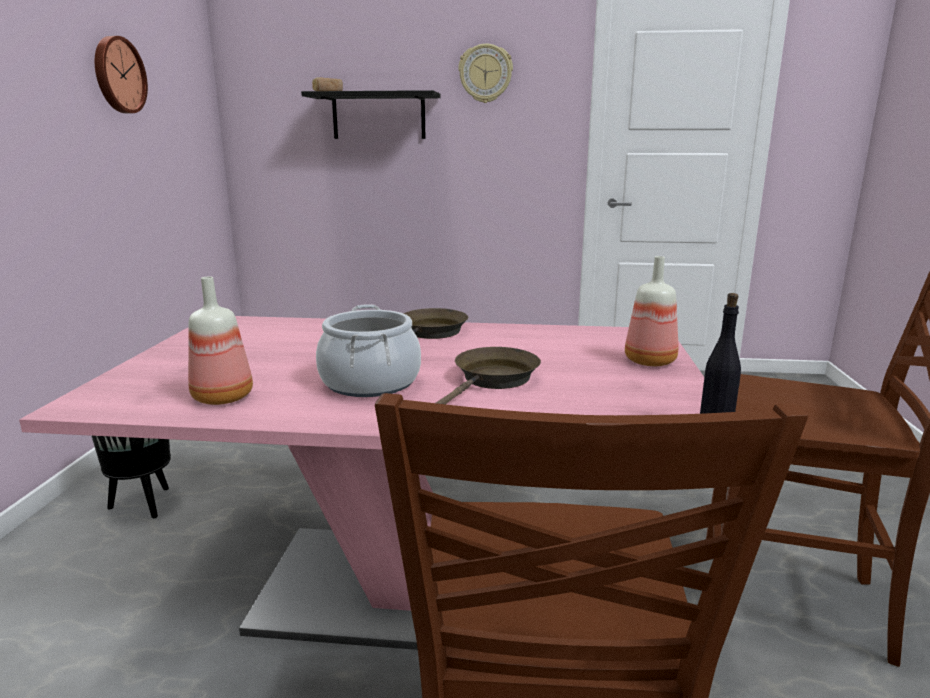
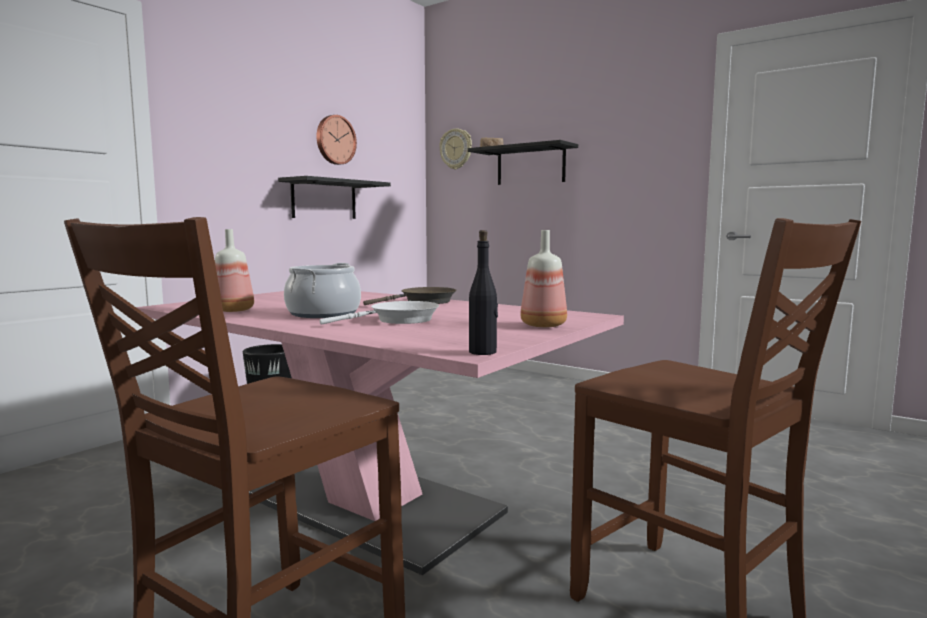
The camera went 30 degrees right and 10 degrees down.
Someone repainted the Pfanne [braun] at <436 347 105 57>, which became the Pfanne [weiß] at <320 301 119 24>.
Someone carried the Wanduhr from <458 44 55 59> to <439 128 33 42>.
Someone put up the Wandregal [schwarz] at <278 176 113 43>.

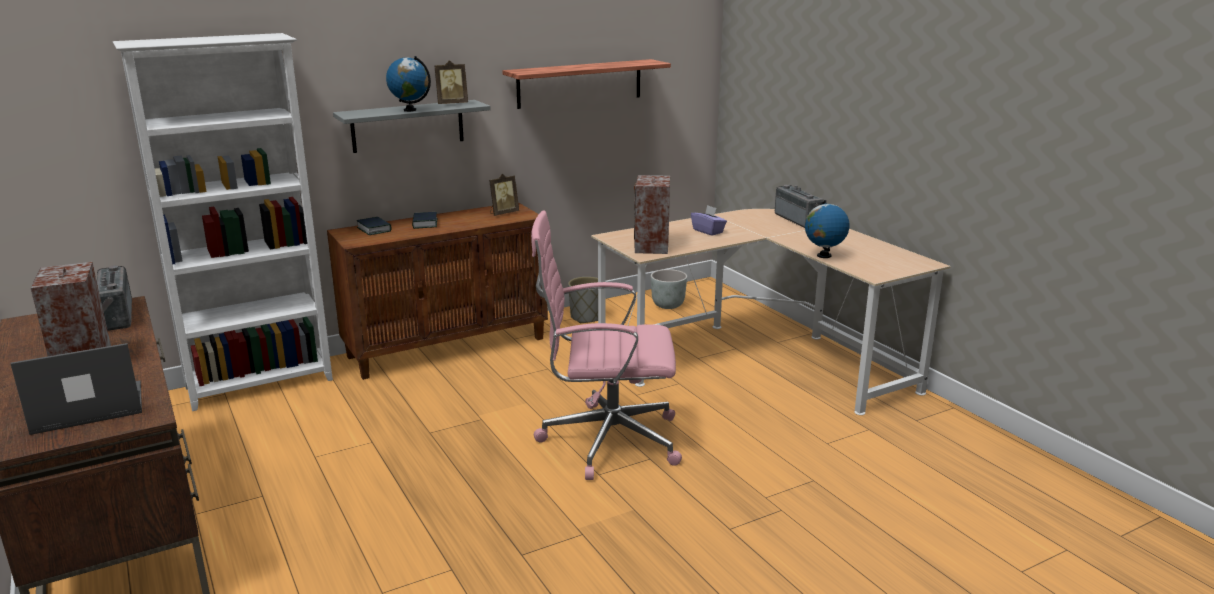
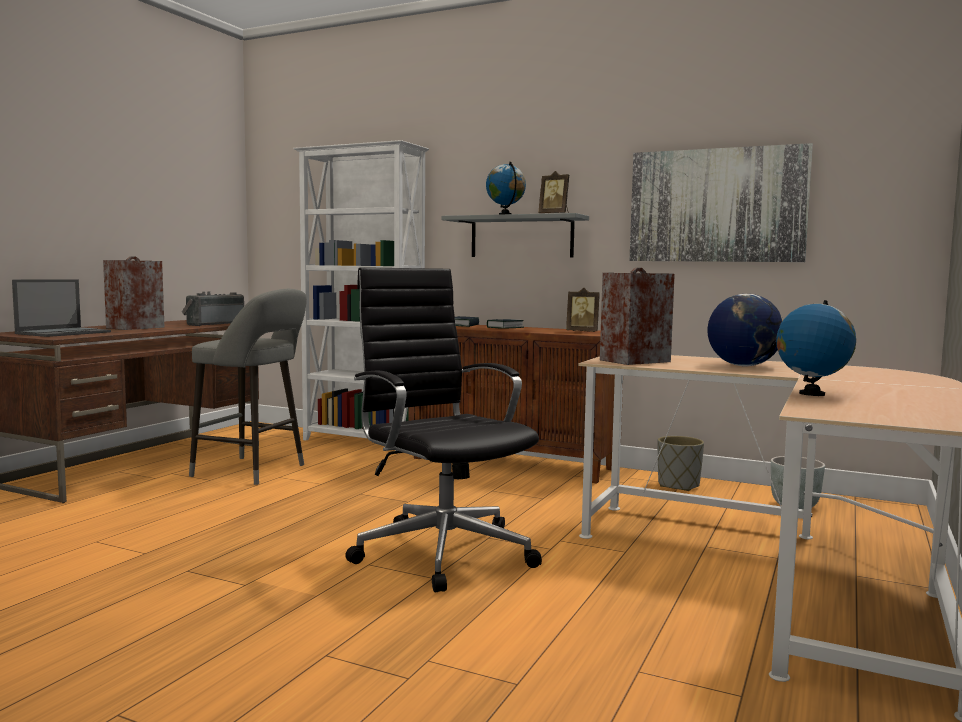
The camera went 55 degrees right and 15 degrees down.
Someone rotated the Laptop at <10 343 132 92> by 90 degrees clockwise.
Someone swapped the Wandregal at <502 59 169 50> for the Bild at <629 143 184 119>.
Someone repainted the Bürostuhl [rosa] at <531 210 151 270>, which became the Bürostuhl [schwarz] at <345 267 197 325>.
Someone swapped the Taschentuchbox [lila] at <691 205 36 31> for the Globus at <708 294 75 72>.
Someone took away the Radio at <775 185 49 43>.
Someone put down the Hocker [grau] at <189 289 118 196>.

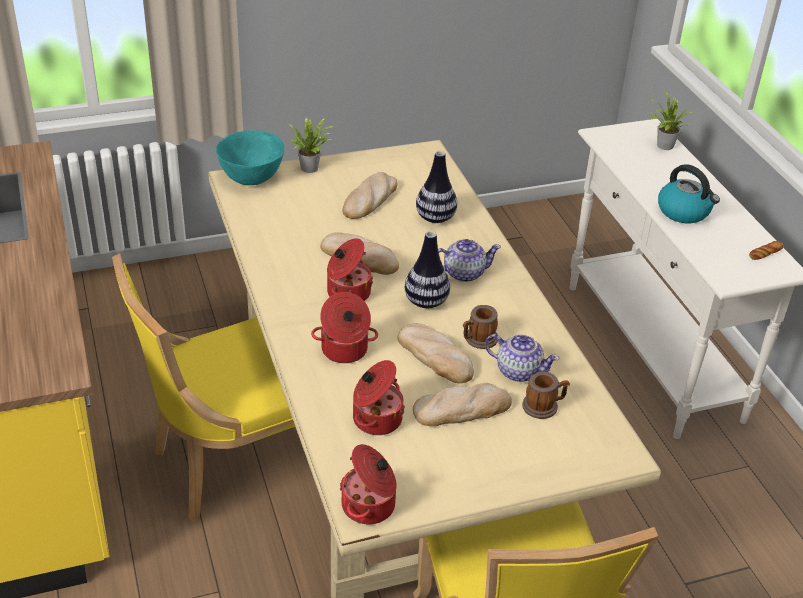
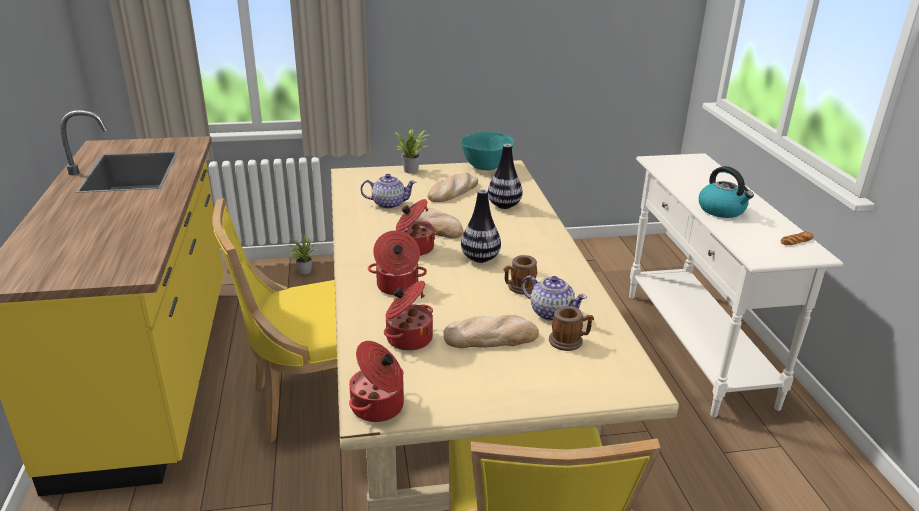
The camera went 10 degrees right and 10 degrees down.
Someone carried the Schüssel [türkis] from <216 130 68 55> to <461 132 53 38>.
Someone took away the Brot at <397 323 77 60>.
Someone carried the Teekanne from <438 239 63 43> to <360 174 56 35>.
Someone carried the Topfpflanze from <650 92 44 58> to <285 234 32 40>.

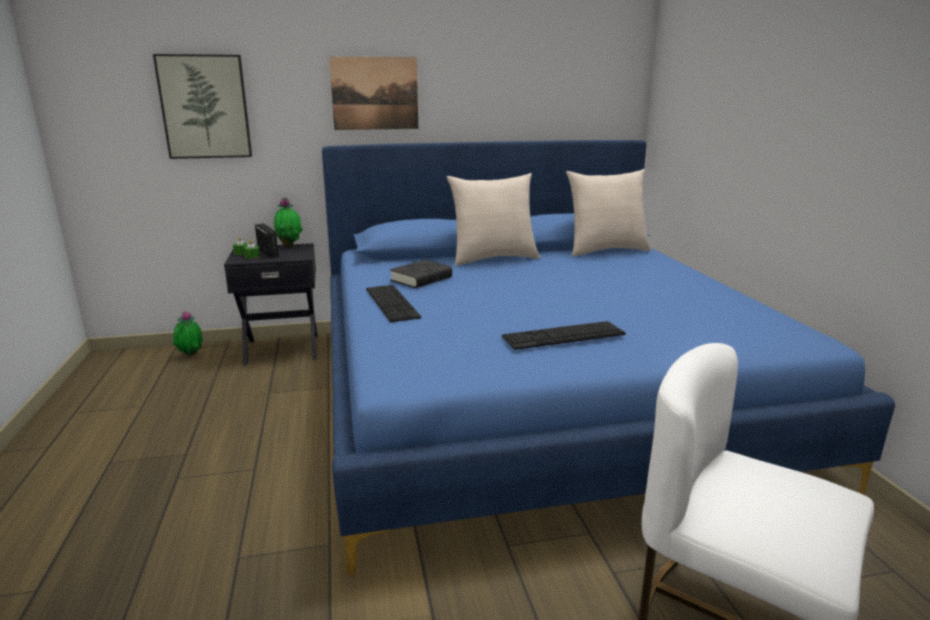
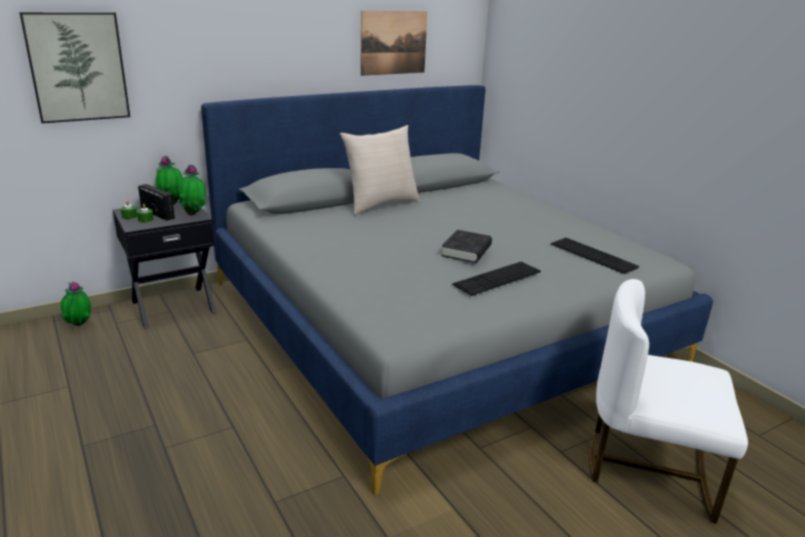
The camera went 20 degrees left and 5 degrees up.
Someone repainted the Bett [blau] at <322 140 573 435>, which became the Bett [grau] at <201 85 512 411>.
Someone carried the Bild from <329 57 89 73> to <360 11 68 65>.
Someone carried the Tastatur from <366 285 55 37> to <551 238 88 36>.
Someone carried the Buch [schwarz] from <390 260 62 28> to <441 230 51 33>.
Someone took away the Kissen [beige] at <566 169 86 87>.
Someone put down the Topfpflanze at <179 165 27 51>.

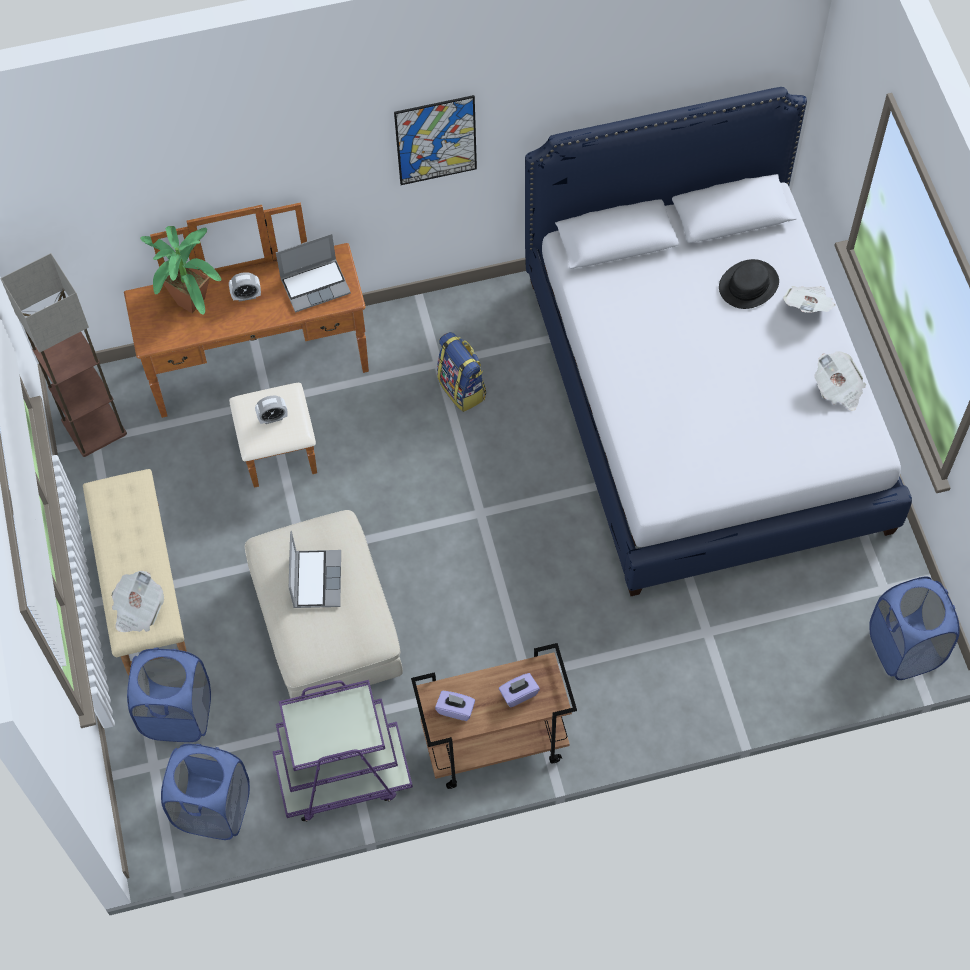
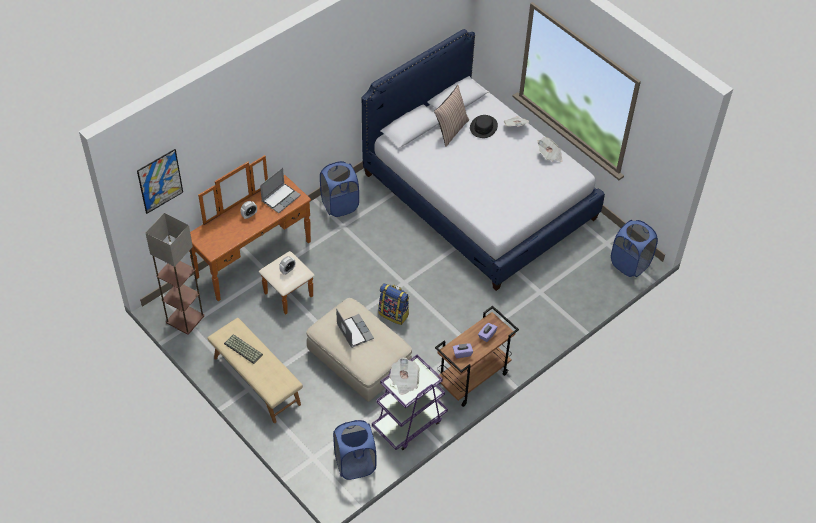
The camera went 30 degrees left and 10 degrees down.
Someone carried the Zeitung from <111 571 53 61> to <389 357 31 38>.
Someone carried the Wäschekorb [blau] from <127 647 84 95> to <320 161 39 56>.
Someone took away the Topfpflanze at <141 226 81 89>.
Someone carried the Bild from <394 95 83 90> to <137 149 46 65>.
Someone carried the Rucksack from <437 332 49 80> to <378 283 31 42>.
Someone put down the Tastatur at <224 334 39 30>.
Someone put down the Kissen at <434 85 35 62>.

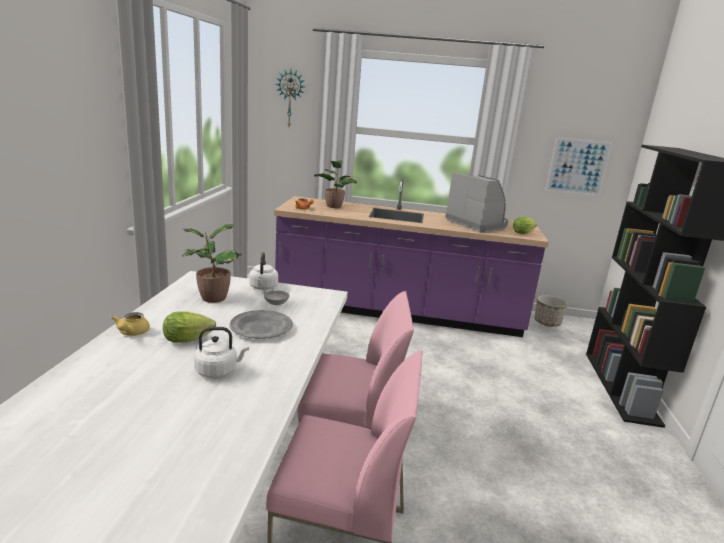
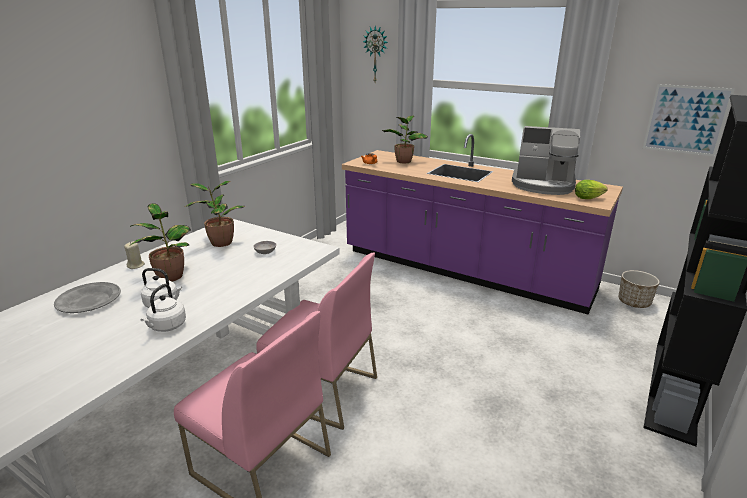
The camera went 25 degrees right and 5 degrees up.
Someone swapped the Teekanne [gelb] at <111 312 39 24> for the Kerze [beige] at <124 241 21 28>.
Someone swapped the Salatkopf at <163 311 53 32> for the Topfpflanze at <130 203 61 78>.
Someone carried the Teller [grau] from <229 310 64 29> to <54 282 67 31>.
Someone carried the Wasserkessel [weiß] from <249 252 29 38> to <141 284 45 48>.
Someone rotated the Kaffeemaschine at <445 172 63 61> by 120 degrees clockwise.

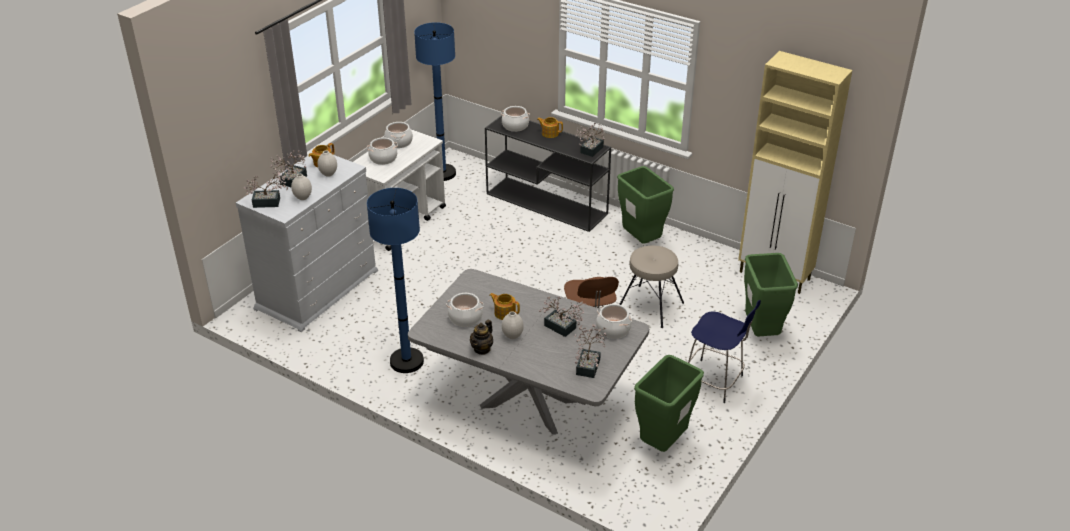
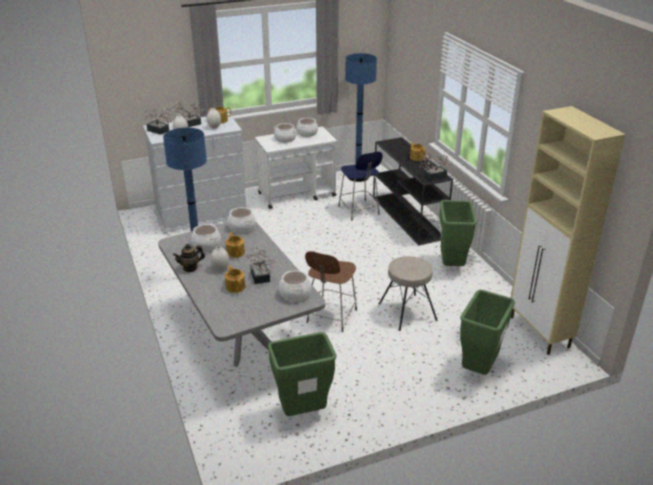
The camera went 35 degrees right and 5 degrees down.
Someone carried the Kochtopf from <501 106 29 26> to <228 207 28 26>.
Someone took away the Topfpflanze at <574 324 33 54>.
Someone carried the Hocker [blau] from <688 300 73 103> to <338 152 45 69>.
Someone put down the Teekanne at <225 265 20 28>.

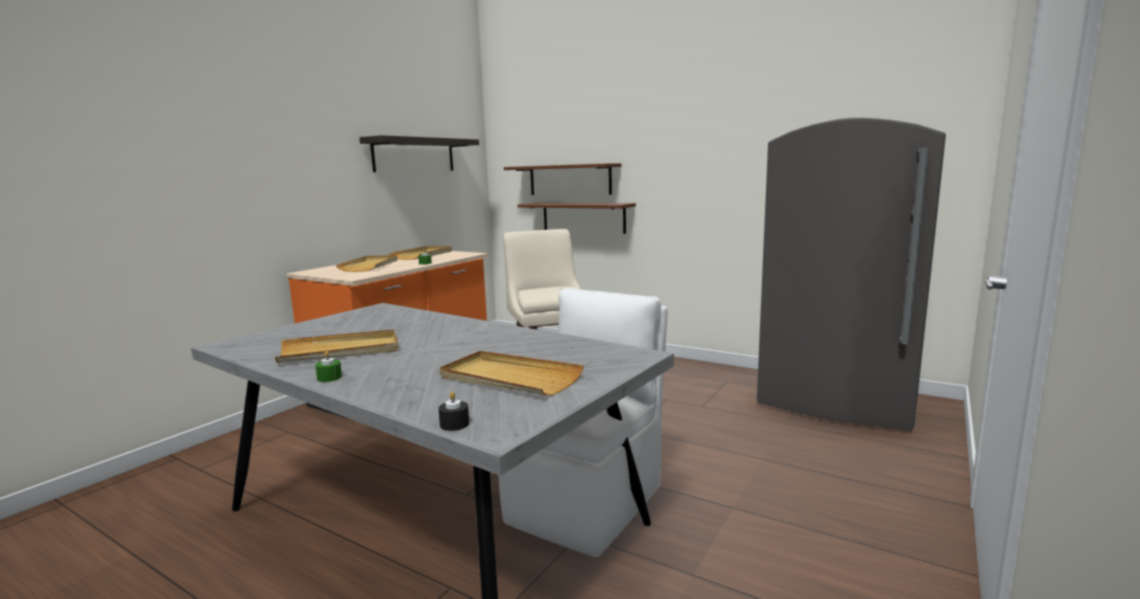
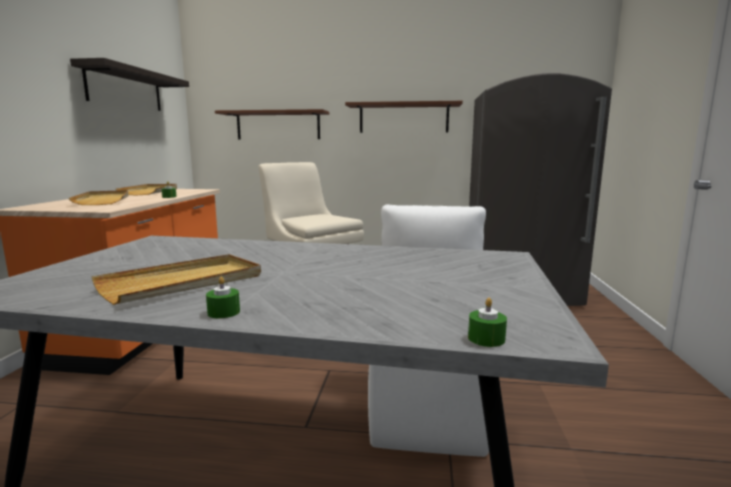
The camera went 25 degrees left and 0 degrees up.
Someone repainted the Kerze [schwarz] at <438 391 31 40>, which became the Kerze [grün] at <468 298 39 49>.
Someone took away the Tablett [beige] at <440 351 144 45>.
Someone carried the Wandregal [braun] from <517 203 119 31> to <345 101 118 32>.

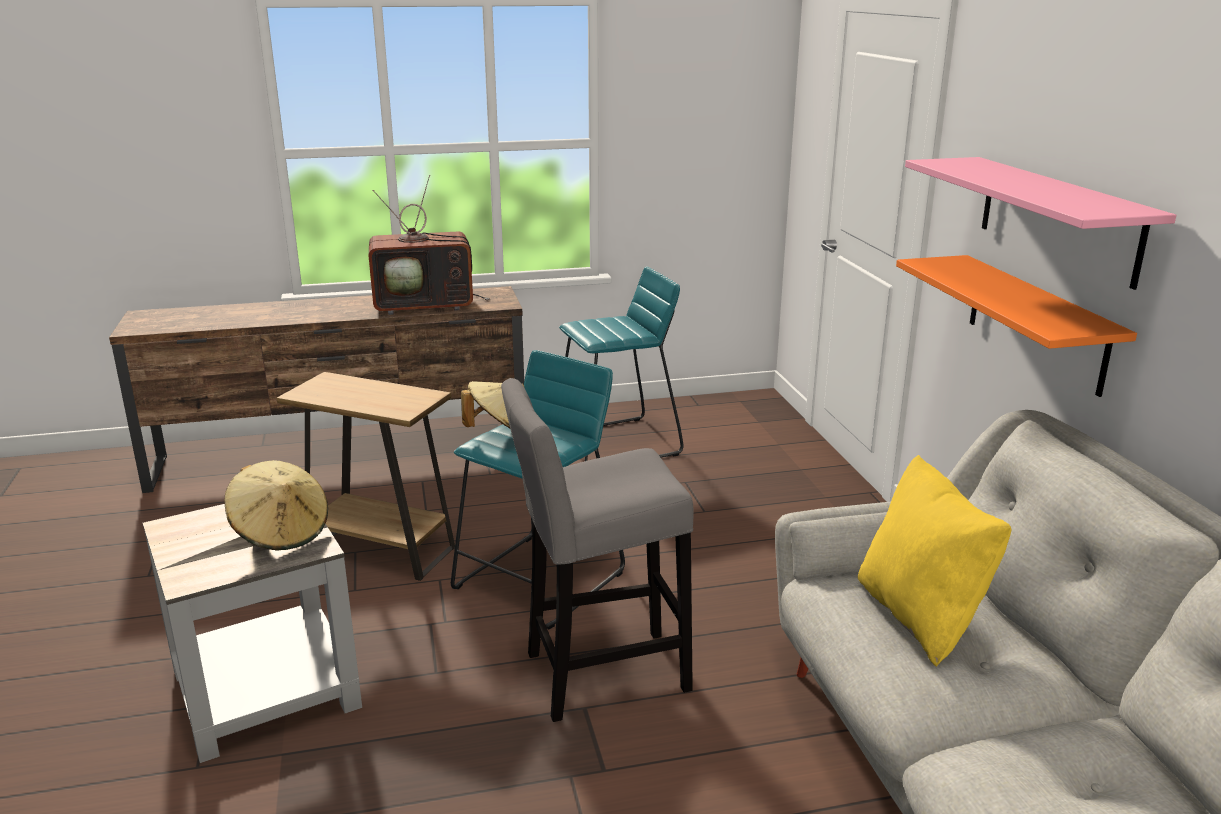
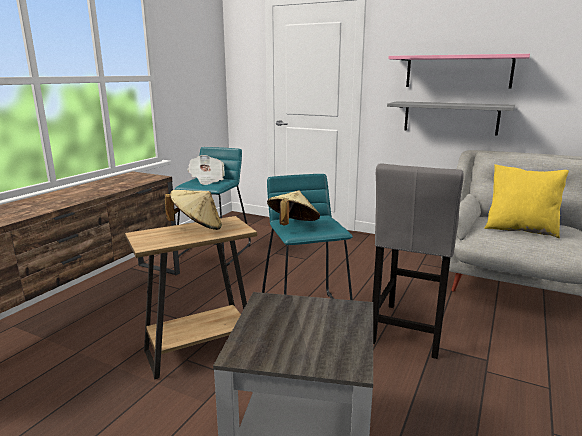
The camera went 50 degrees left and 5 degrees down.
Someone carried the Hut [beige] from <224 460 104 91> to <165 190 57 40>.
Someone took away the Fernseher at <369 175 121 140>.
Someone repainted the Wandregal [orange] at <896 255 241 142>, which became the Wandregal [grau] at <387 101 128 35>.
Someone put down the Zeitung at <187 155 38 30>.

